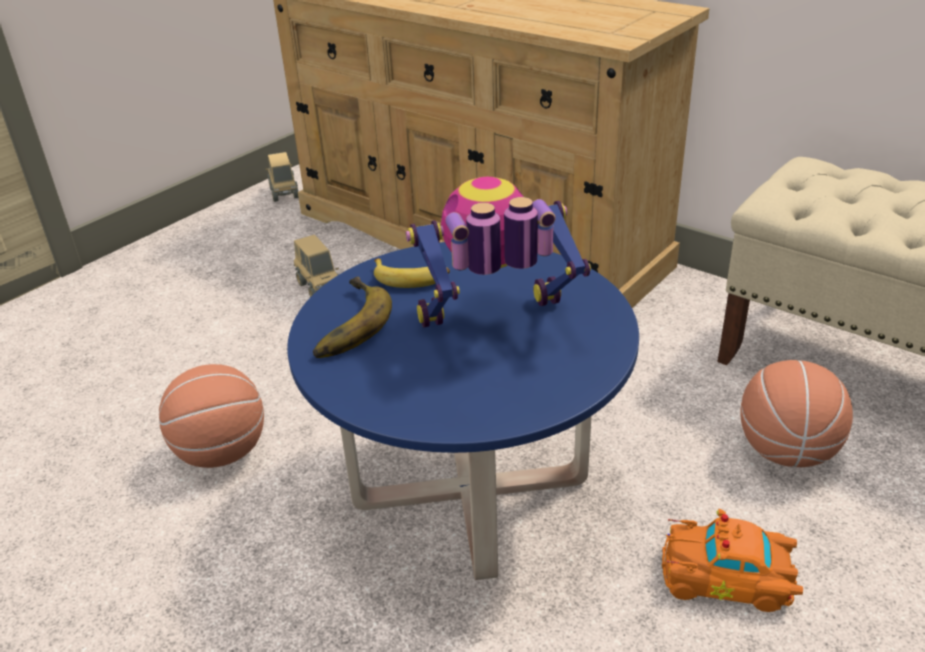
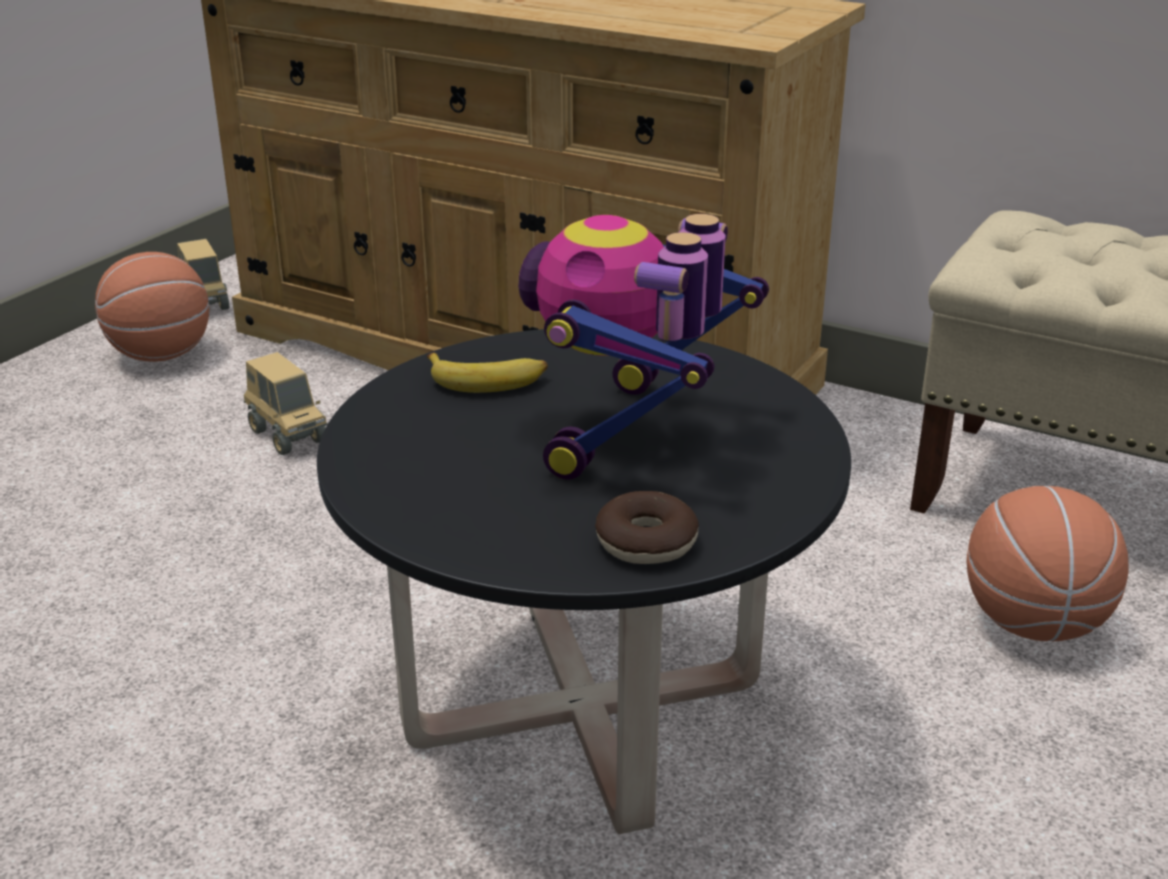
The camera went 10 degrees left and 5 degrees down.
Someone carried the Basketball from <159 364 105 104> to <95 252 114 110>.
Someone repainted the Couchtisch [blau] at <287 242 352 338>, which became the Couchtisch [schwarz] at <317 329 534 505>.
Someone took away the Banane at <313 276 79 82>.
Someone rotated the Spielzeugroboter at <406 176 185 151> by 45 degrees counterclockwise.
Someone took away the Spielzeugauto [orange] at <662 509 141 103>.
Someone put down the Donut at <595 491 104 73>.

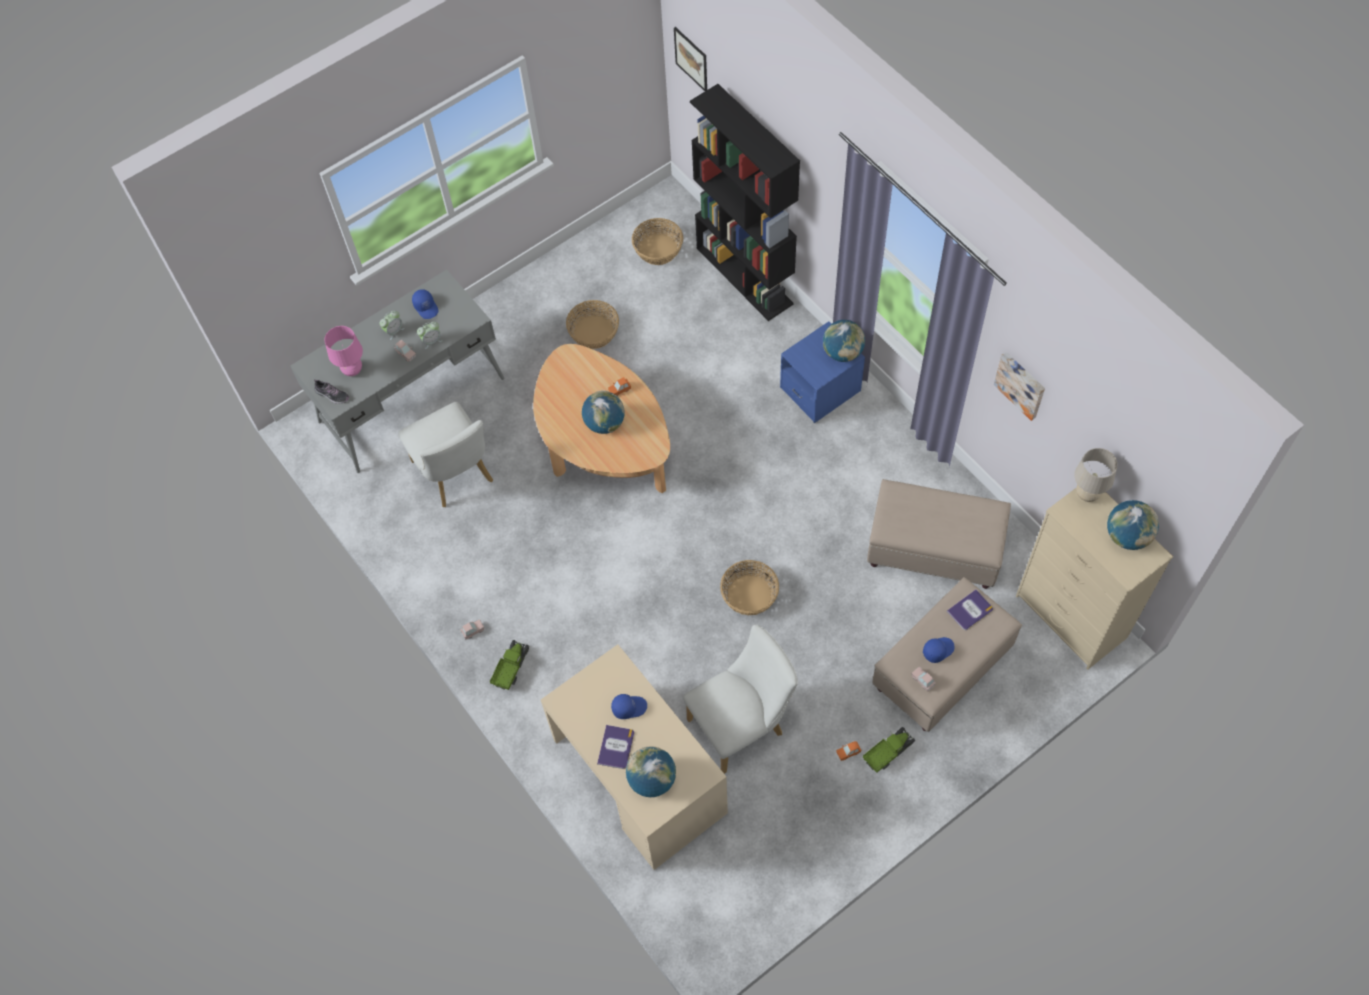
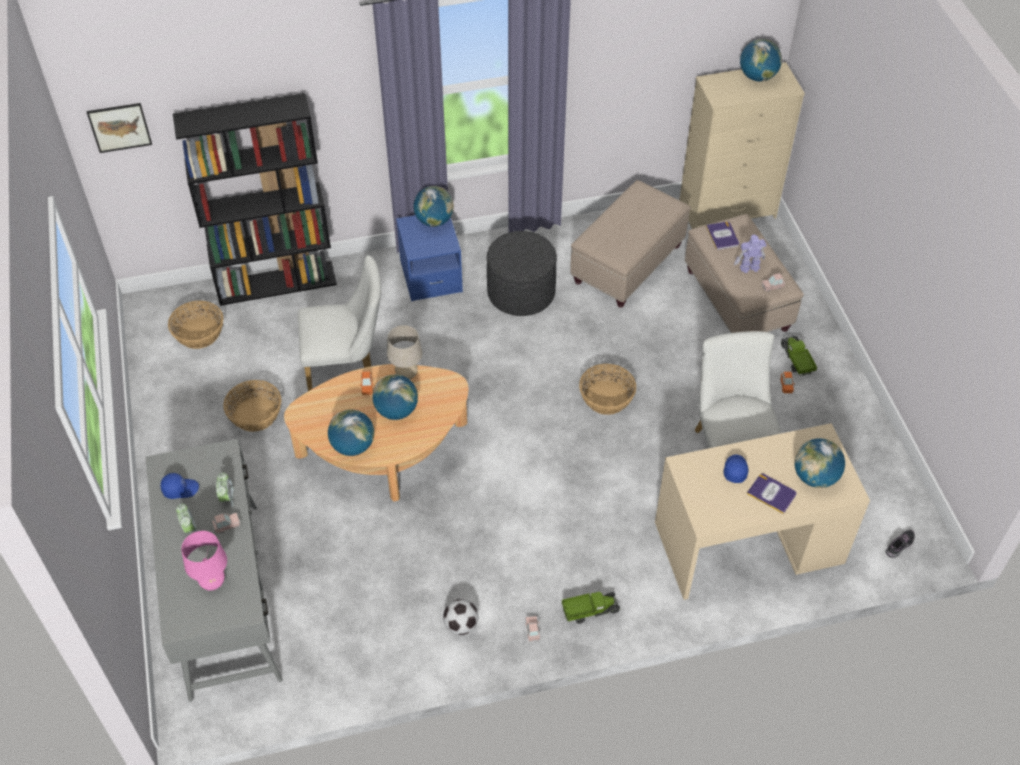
The camera went 70 degrees left and 10 degrees down.
Someone carried the Schuh from <314 380 35 24> to <886 530 29 28>.
Someone carried the Stuhl [weiß] from <398 402 95 105> to <298 255 83 136>.
Someone rotated the Spielzeuglaster at <490 640 39 50> by 120 degrees clockwise.
Someone swapped the Kappe [blau] at <923 637 31 26> for the Spielzeugroboter at <734 235 33 38>.
Someone took away the Bild at <994 352 51 69>.
Someone carried the Tischlampe [beige] from <1074 448 44 54> to <387 325 36 55>.
Someone put down the Globus at <328 409 46 47>.
Someone put down the Fußball at <443 599 35 36>.
Someone put down the Polsterhocker [grau] at <487 231 70 85>.

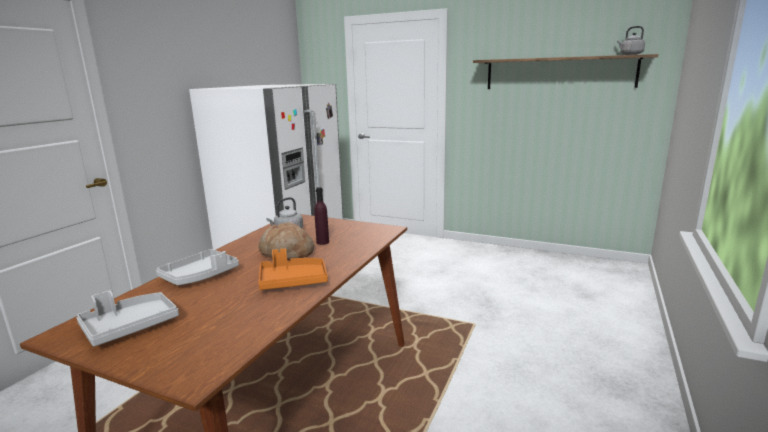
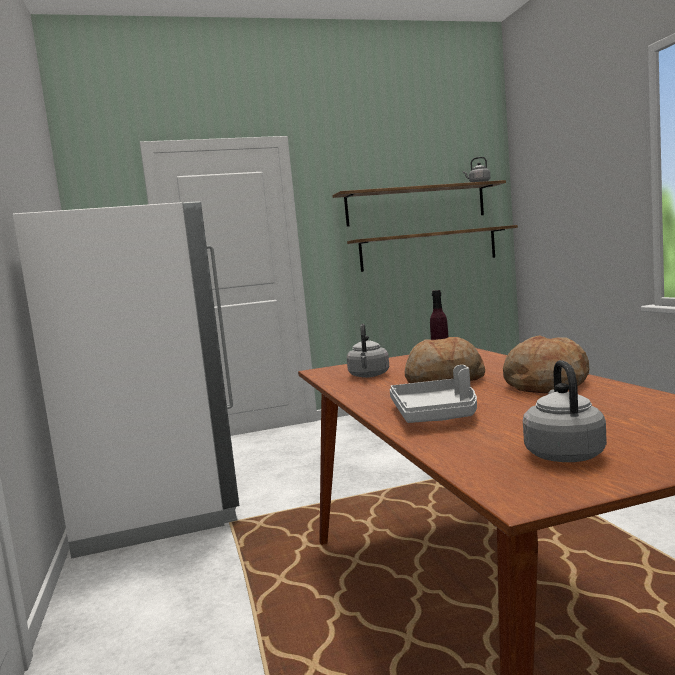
The camera went 40 degrees left and 10 degrees down.
Someone swapped the Tablett [grau] at <76 291 103 56> for the Wasserkessel [grau] at <523 360 84 102>.
Someone swapped the Tablett [orange] at <258 248 70 42> for the Brot at <503 335 86 58>.
Someone put up the Wandregal at <347 225 171 47>.

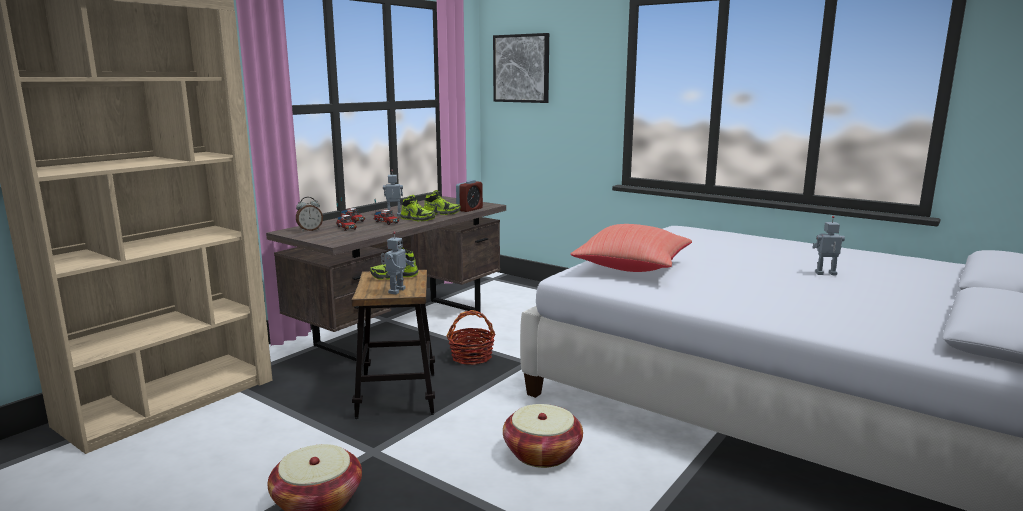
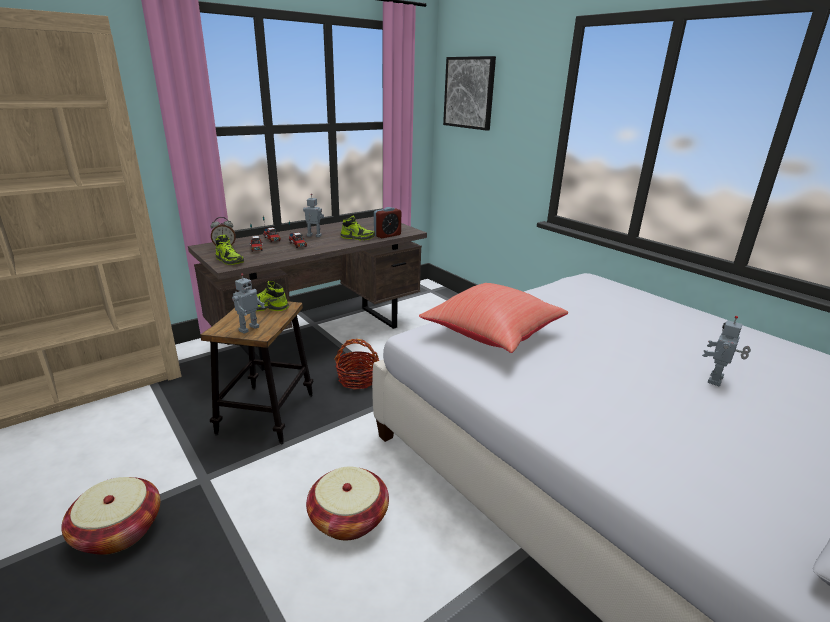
The camera went 15 degrees right and 10 degrees up.
Someone carried the Schuh from <400 195 35 26> to <215 234 29 31>.
Someone rotated the Spielzeugroboter at <812 216 33 59> by 75 degrees counterclockwise.

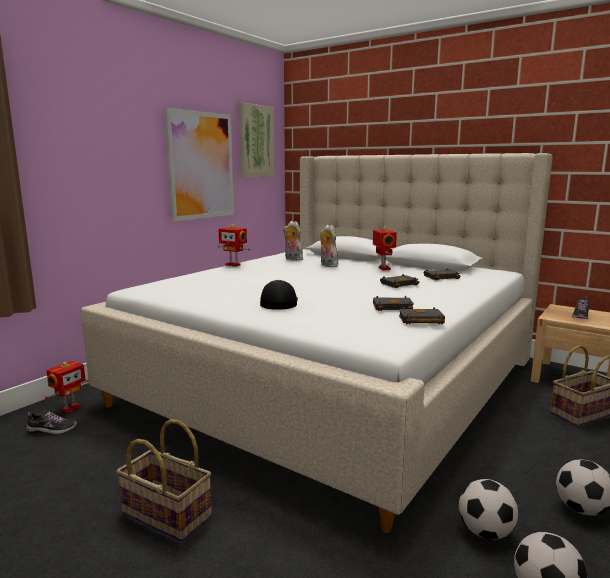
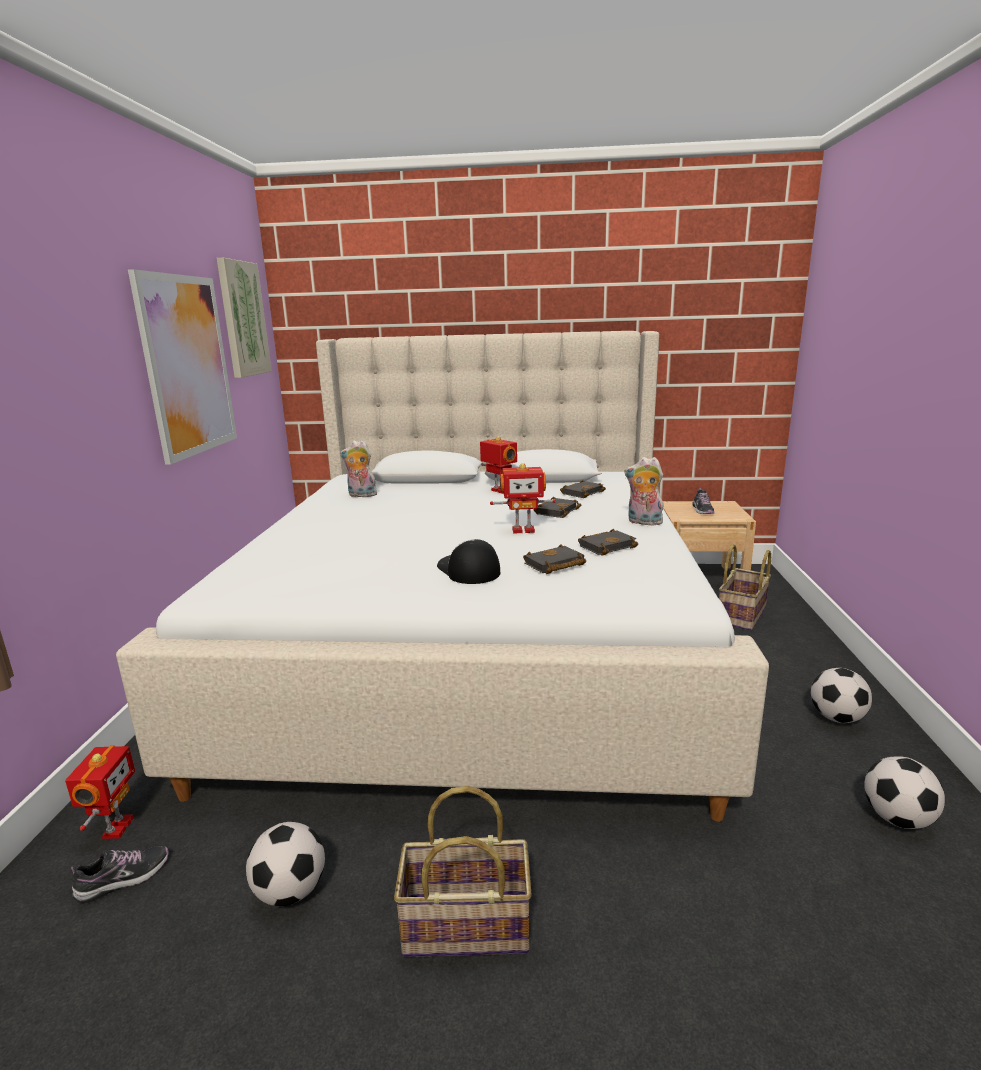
The camera went 30 degrees left and 5 degrees up.
Someone carried the Spielzeugroboter from <217 224 33 43> to <490 463 66 71>.
Someone carried the Plüschtier from <320 225 18 42> to <624 457 40 68>.
Someone carried the Buch [schwarz] from <399 307 46 17> to <523 544 63 30>.
Someone carried the Fußball from <459 479 59 61> to <246 822 79 84>.

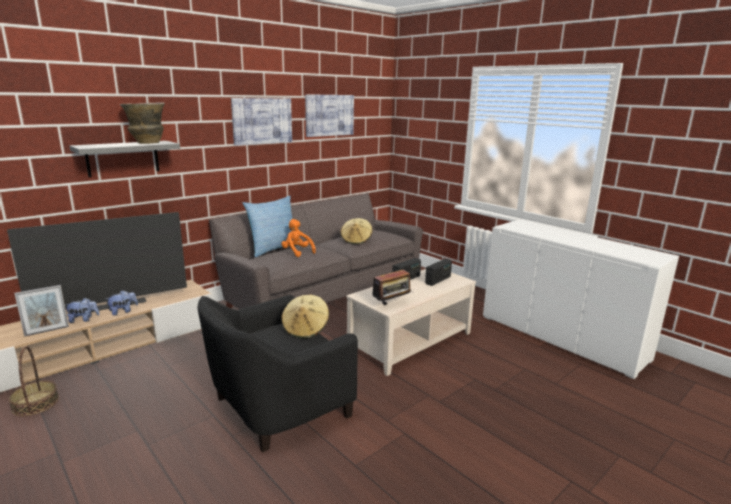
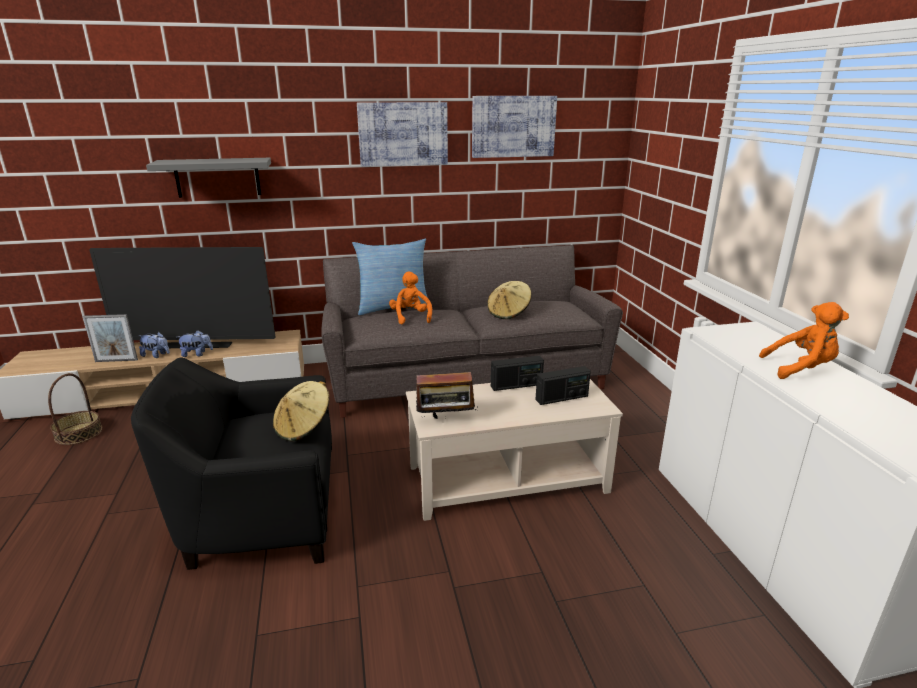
The camera went 30 degrees right and 5 degrees up.
Someone took away the Vase at <120 102 45 42>.
Someone put down the Plüschtier [orange] at <759 302 90 77>.

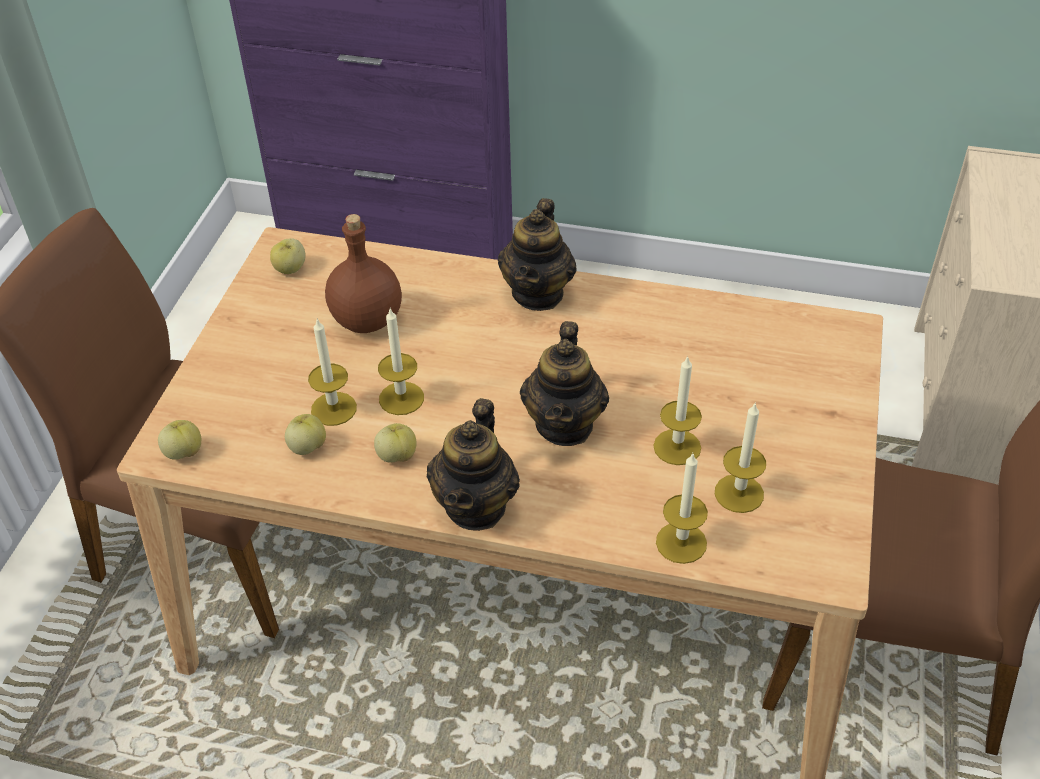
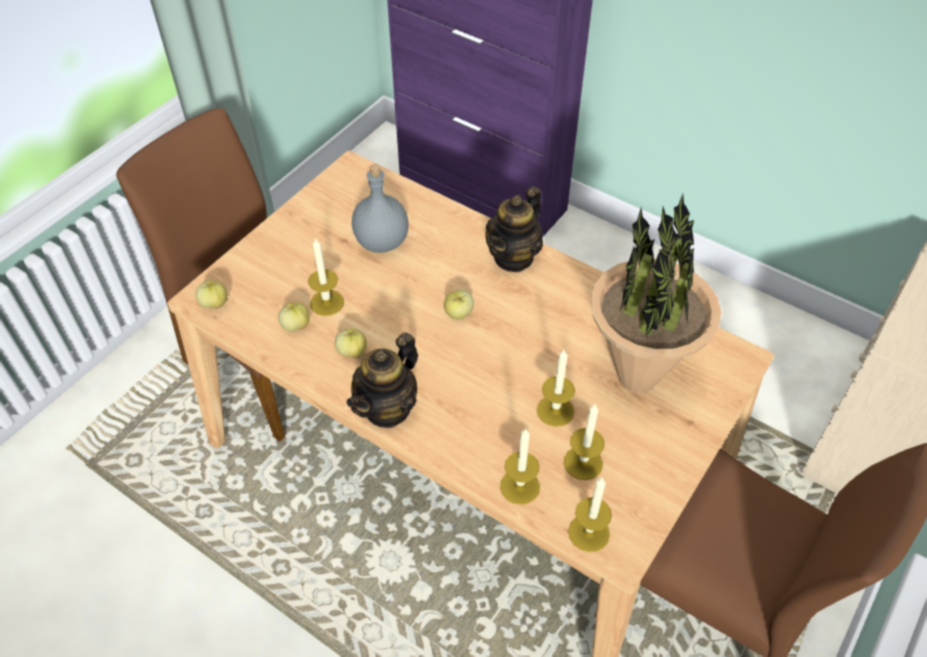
The camera went 20 degrees right and 5 degrees up.
Someone carried the Apfel from <270 238 36 36> to <444 290 30 30>.
Someone repainted the Flasche [braun] at <325 214 77 119>, which became the Flasche [grau] at <352 164 57 89>.
Someone carried the Kerze from <378 307 46 108> to <568 476 44 76>.
Someone took away the Teekanne at <520 321 89 125>.
Someone put down the Topfpflanze at <590 194 131 199>.

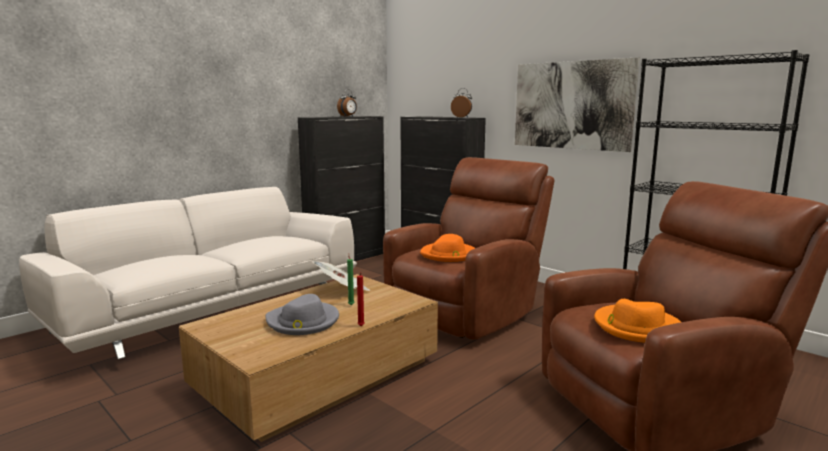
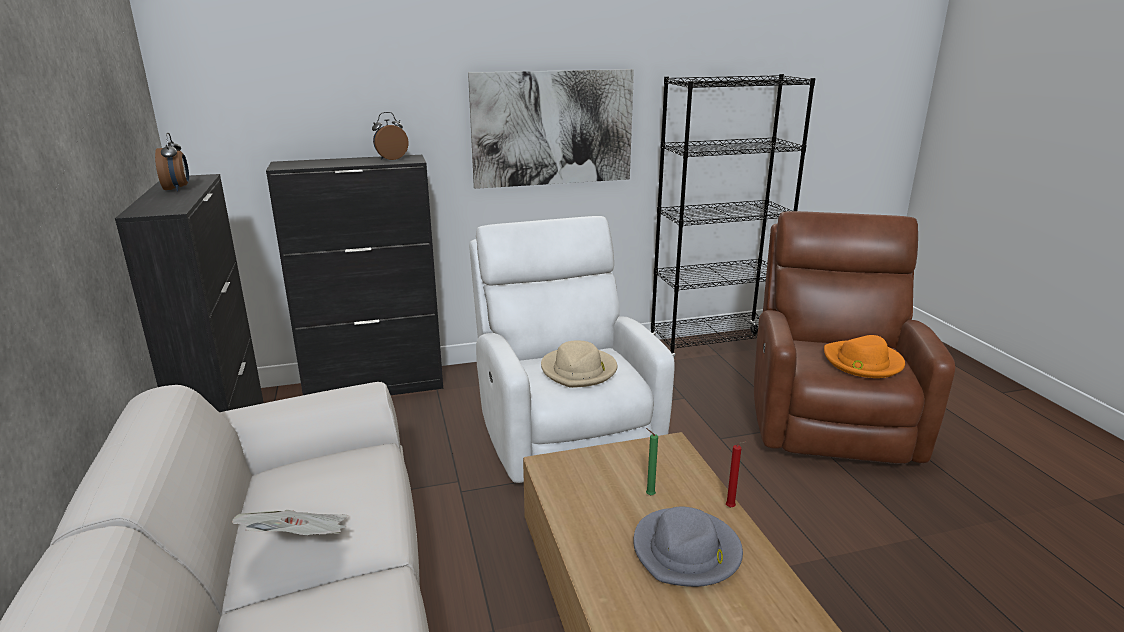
The camera went 60 degrees left and 10 degrees up.
Someone carried the Zeitung from <312 261 59 30> to <232 510 116 25>.
Someone repainted the Sessel [braun] at <383 157 172 183>, which became the Sessel [weiß] at <469 216 206 267>.
Someone repainted the Hut [orange] at <420 234 55 28>, which became the Hut [beige] at <541 341 76 47>.

